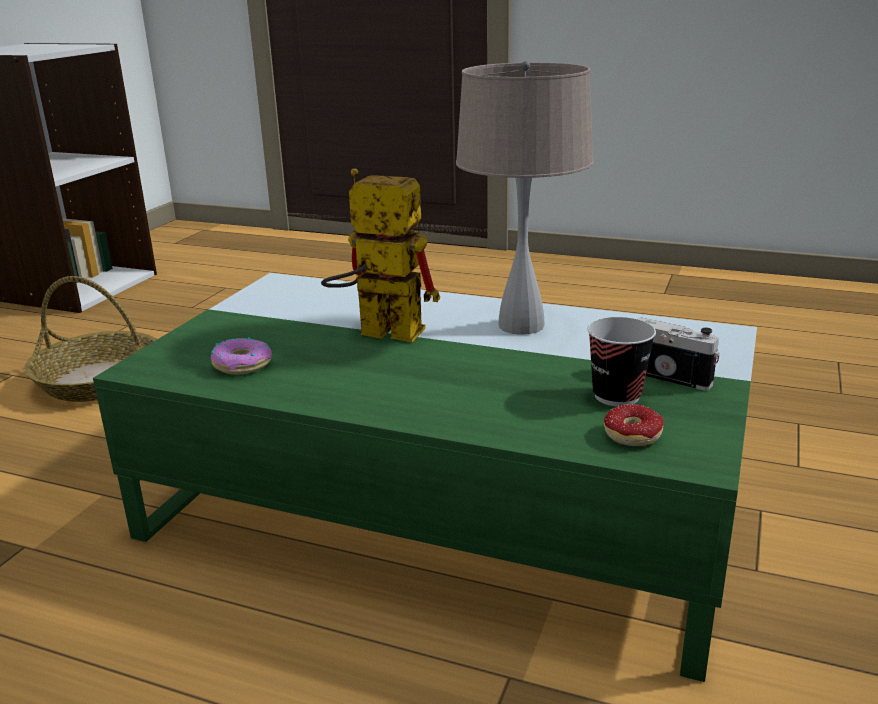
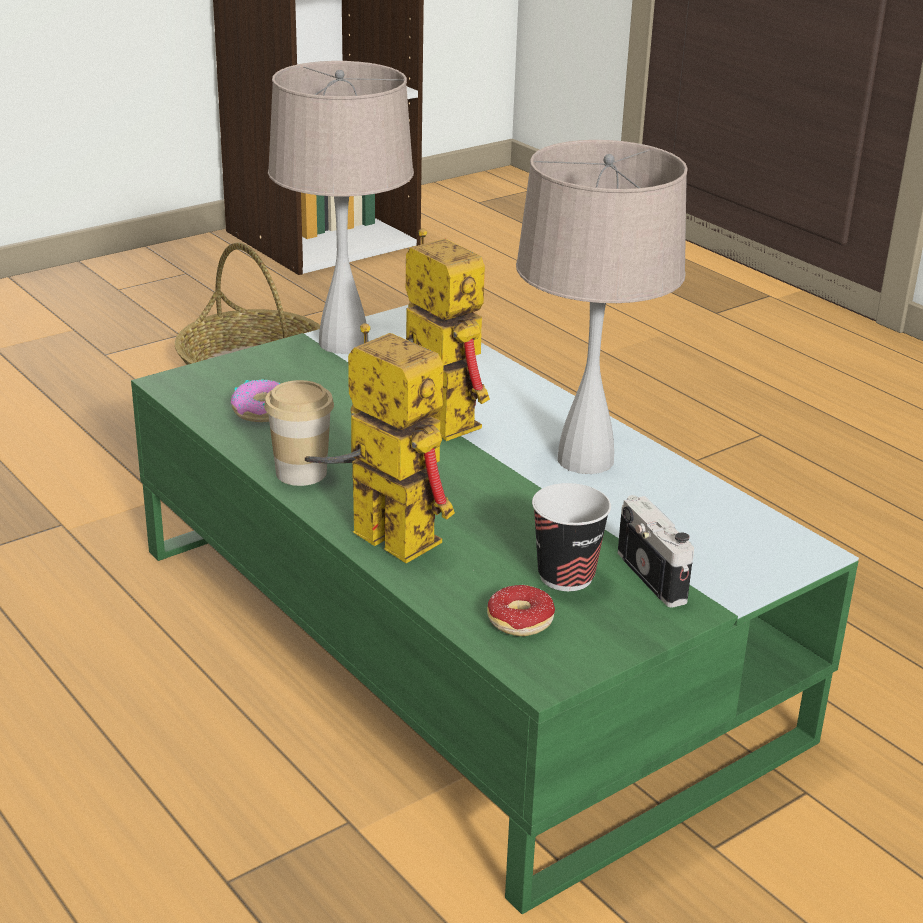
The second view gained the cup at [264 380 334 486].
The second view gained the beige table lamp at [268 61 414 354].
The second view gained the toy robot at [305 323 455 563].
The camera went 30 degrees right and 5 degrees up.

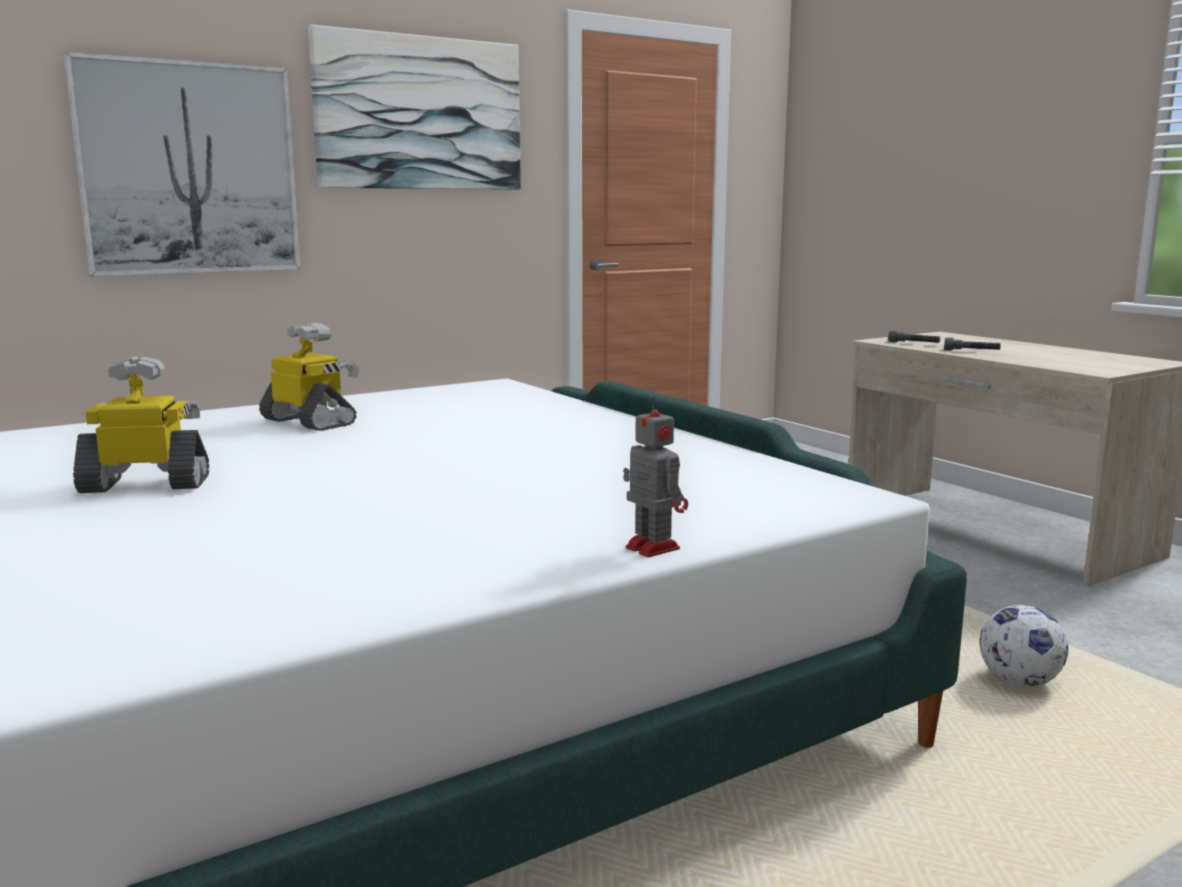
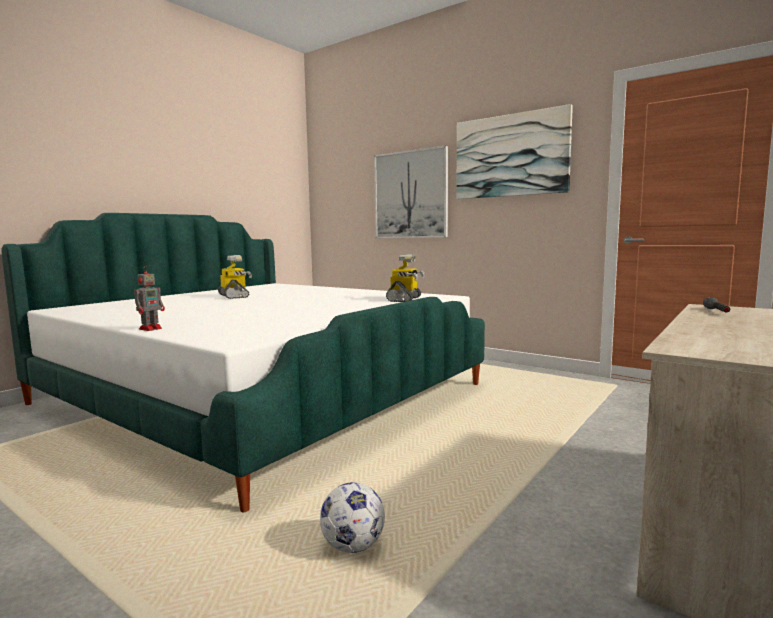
The second view lost the grey flashlight at [944 338 1001 351].
The toy robot ended up elsewhere, having gone from [259 322 359 431] to [386 254 425 302].
The camera went 70 degrees right and 5 degrees down.

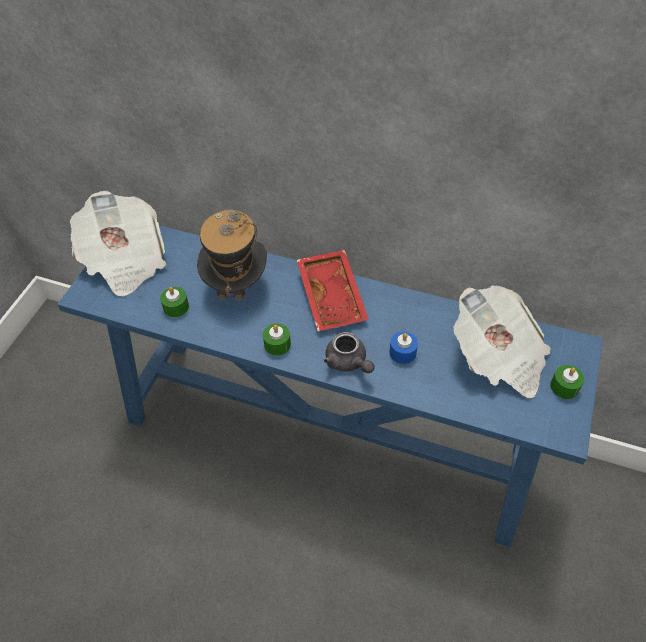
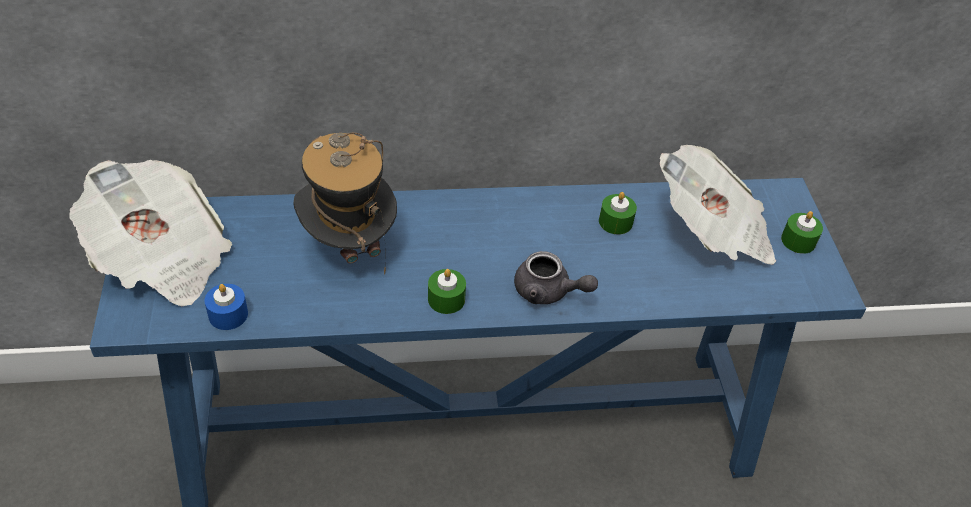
The second view lost the red tray at [297 250 369 331].
The green candle ended up elsewhere, having gone from [160 287 189 317] to [599 192 637 235].
The blue candle ended up elsewhere, having gone from [389 331 418 364] to [204 284 248 330].
The camera went 30 degrees left and 5 degrees down.

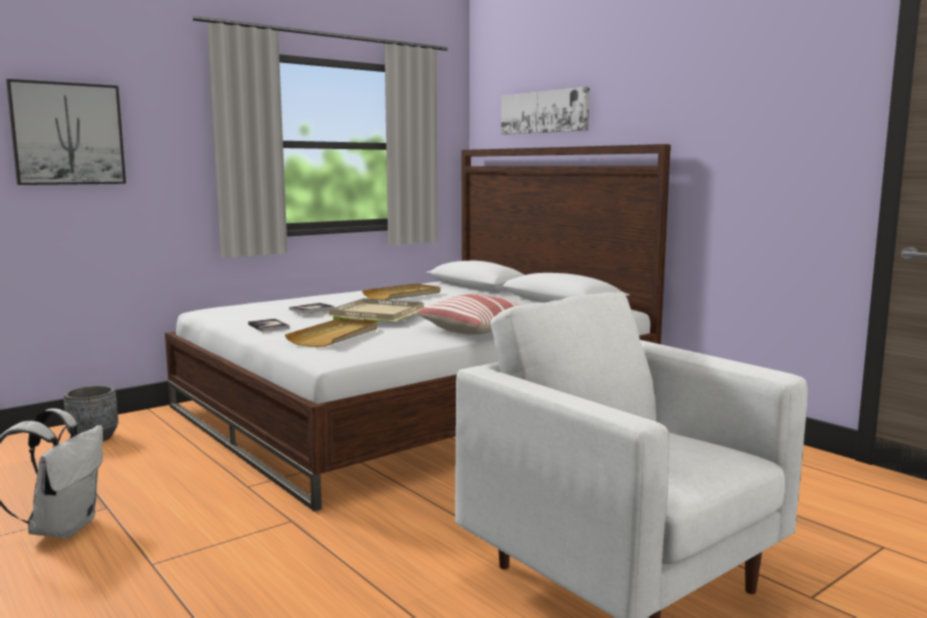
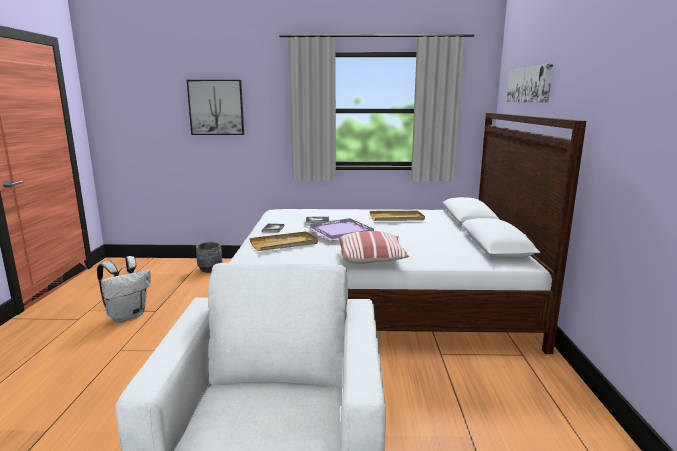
What was the beige tray at [322 298 425 322] turned into the purple tray at [307 218 374 241].
The camera went 40 degrees right and 5 degrees up.

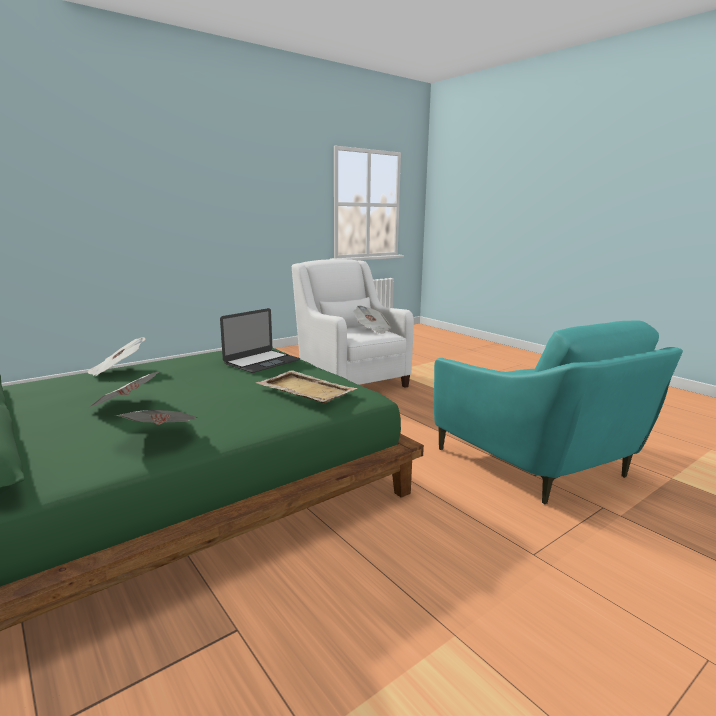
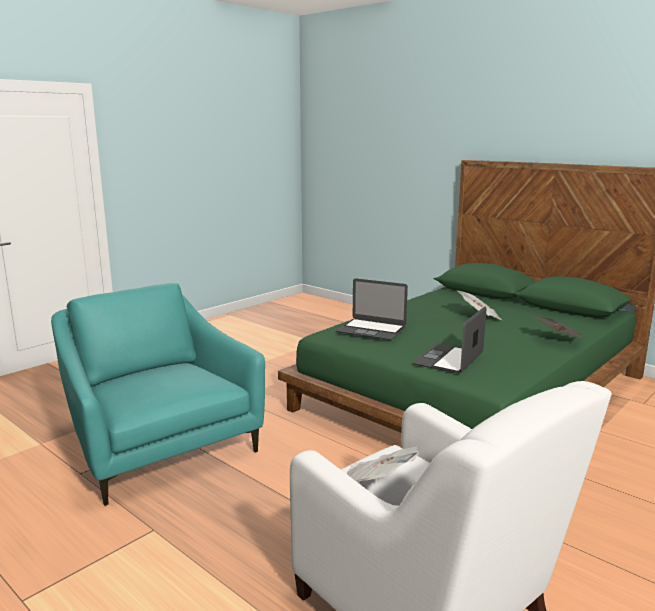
The second view lost the newspaper at [115 410 198 425].
Where the beige tray stood at [256 370 357 403], the laptop came to stand at [336 278 408 340].
The camera went 170 degrees right and 0 degrees up.

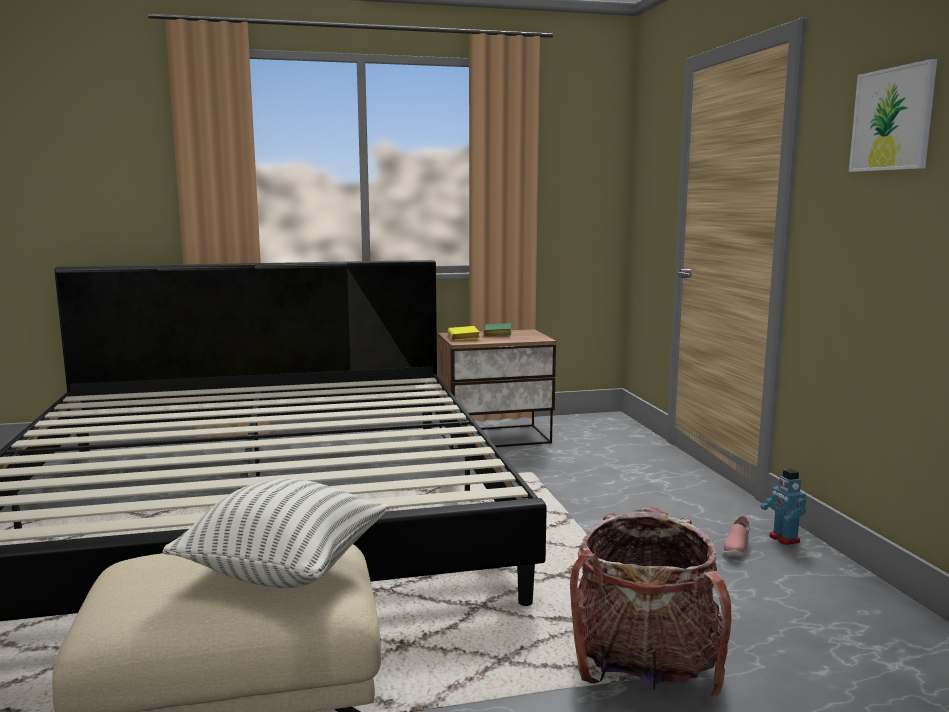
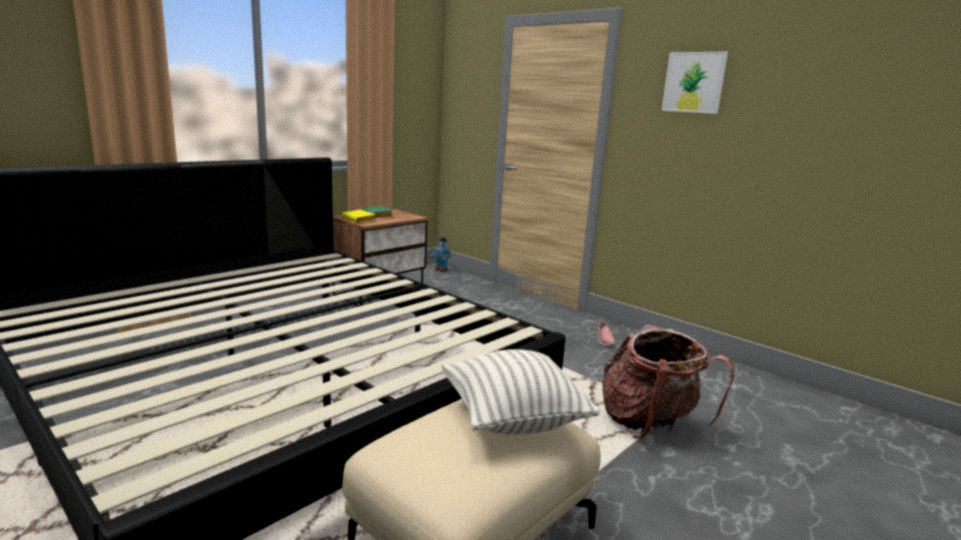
The toy robot ended up elsewhere, having gone from [760 469 806 545] to [430 237 450 272].
The camera went 35 degrees left and 5 degrees up.

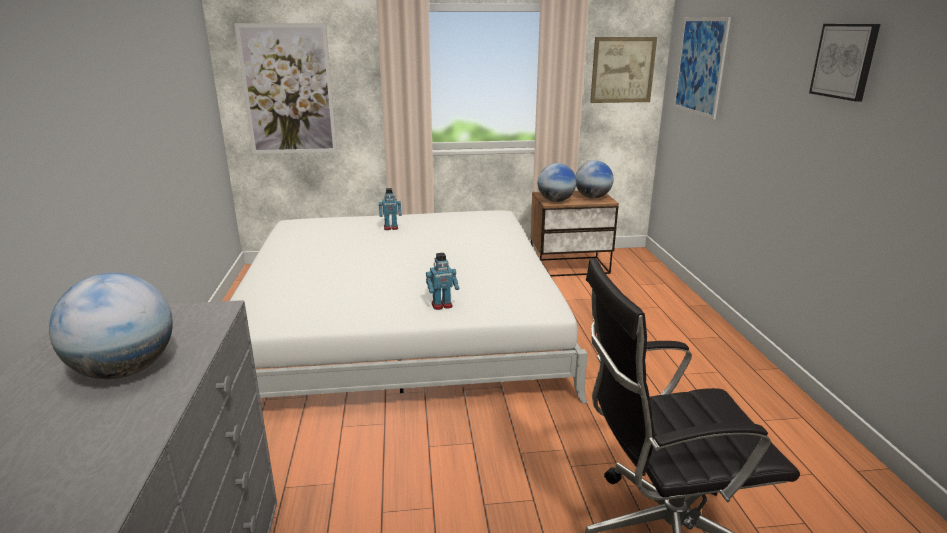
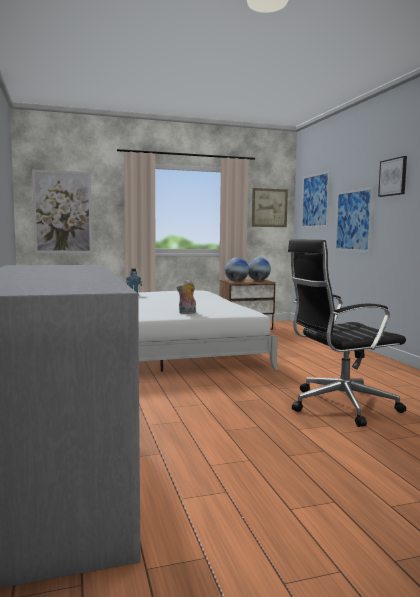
The second view lost the globe at [49 273 173 379].
The second view gained the picture at [335 187 374 252].
Where the toy robot stood at [426 253 459 310], the plush toy came to stand at [176 279 196 314].
The camera went 10 degrees left and 15 degrees down.

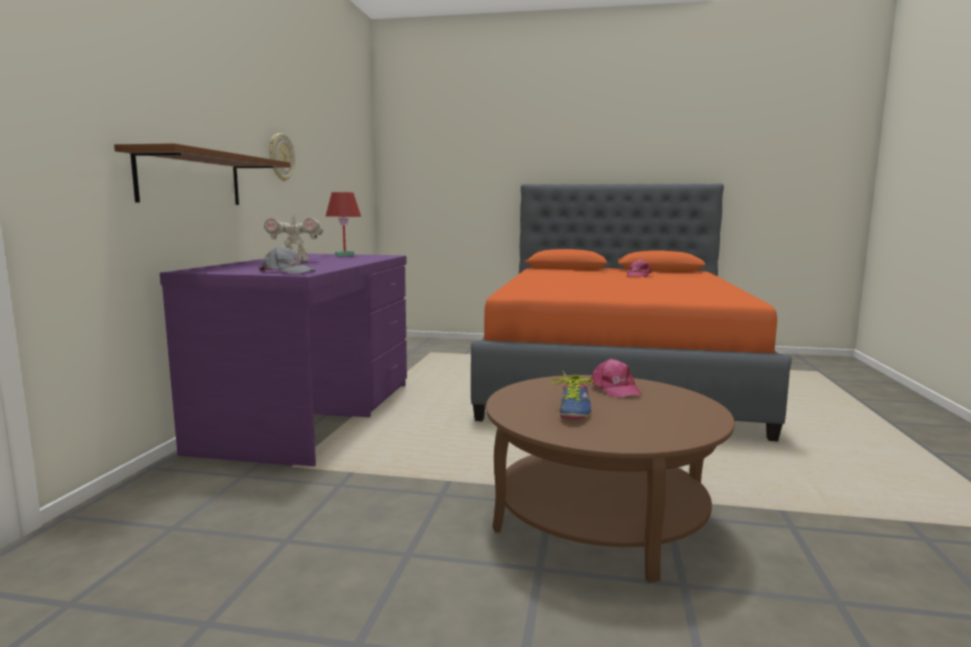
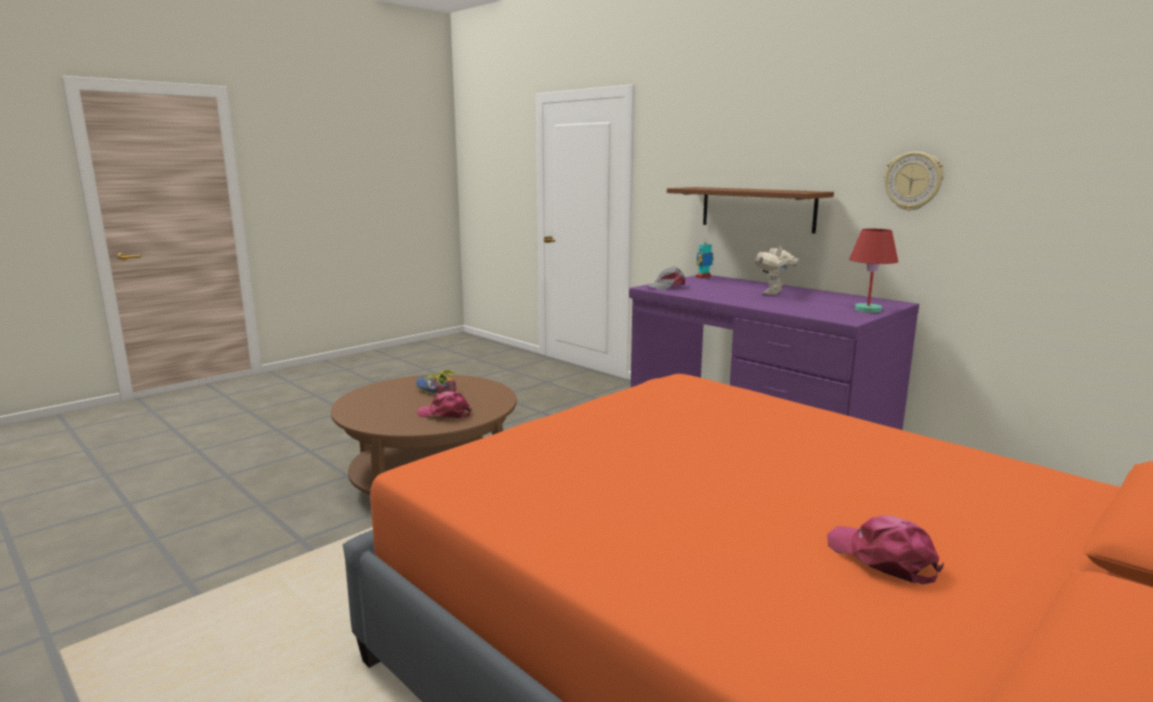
The second view gained the toy robot at [696 238 714 278].
The camera went 125 degrees right and 5 degrees up.

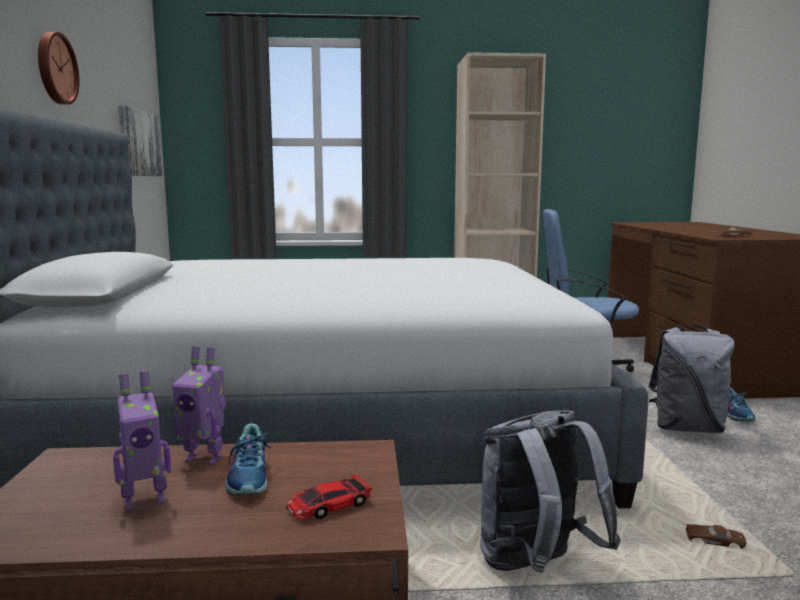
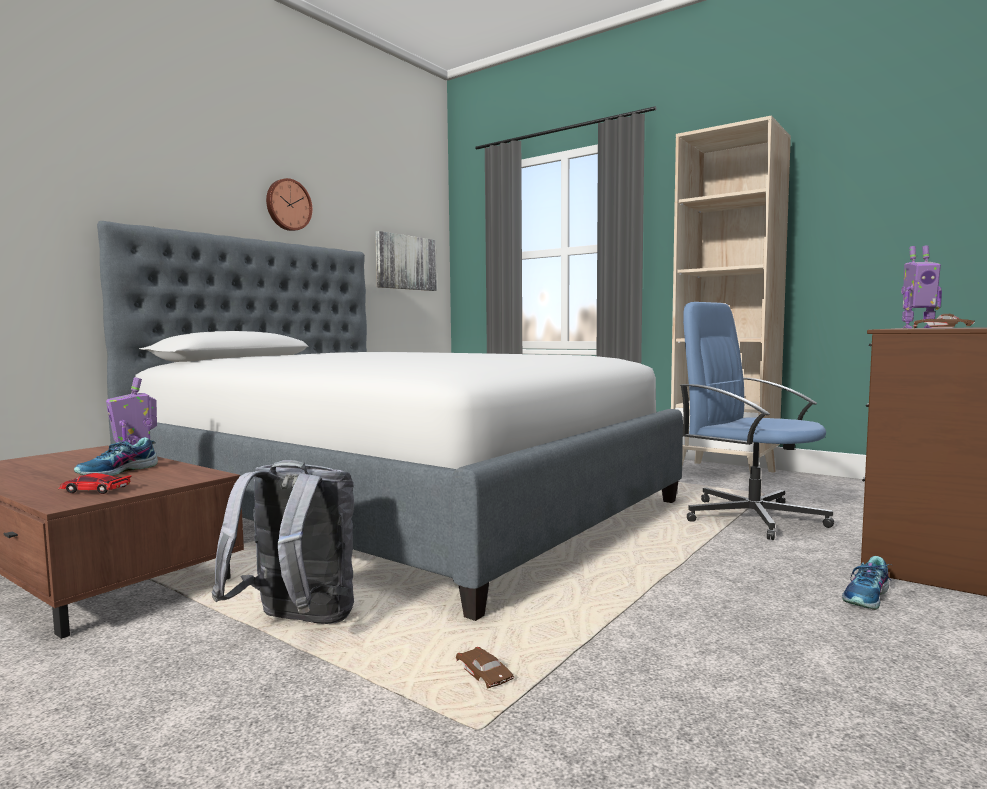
The second view lost the grey backpack at [648 325 735 433].
The toy robot ended up elsewhere, having gone from [113 371 171 510] to [901 245 942 328].
The camera went 40 degrees right and 5 degrees down.

